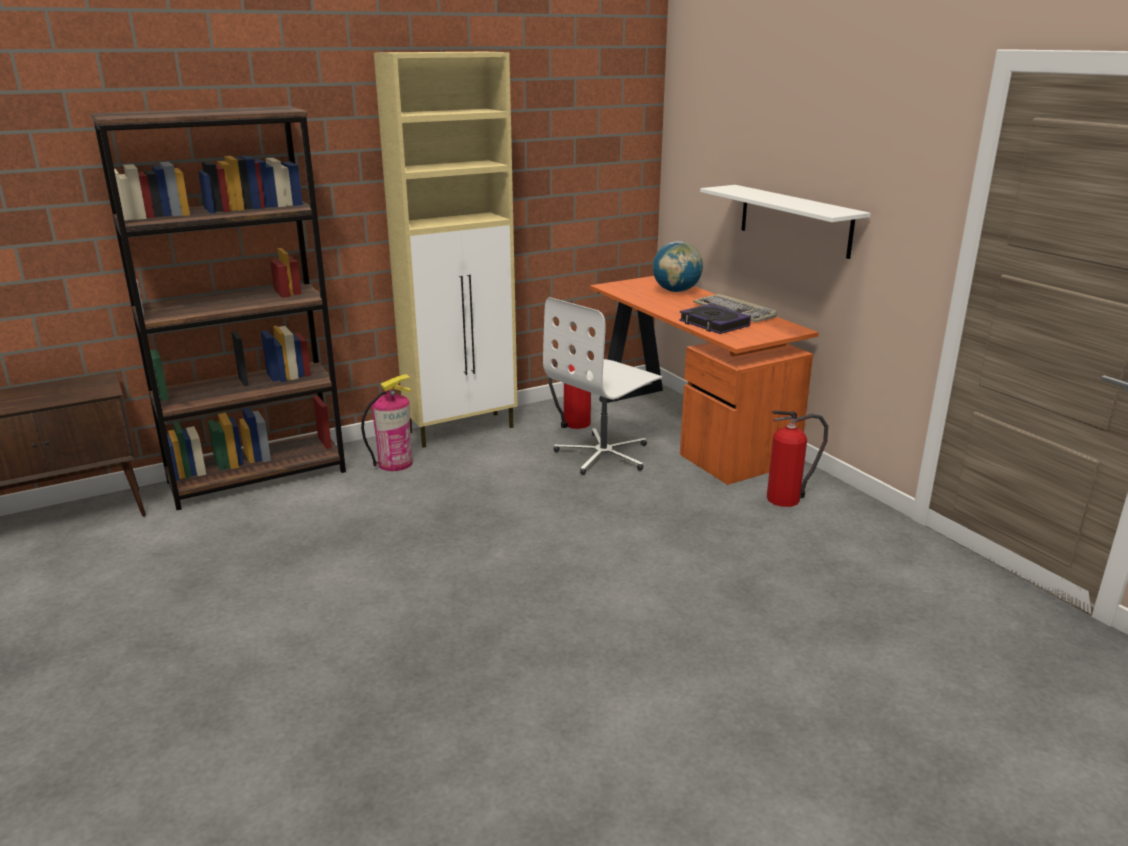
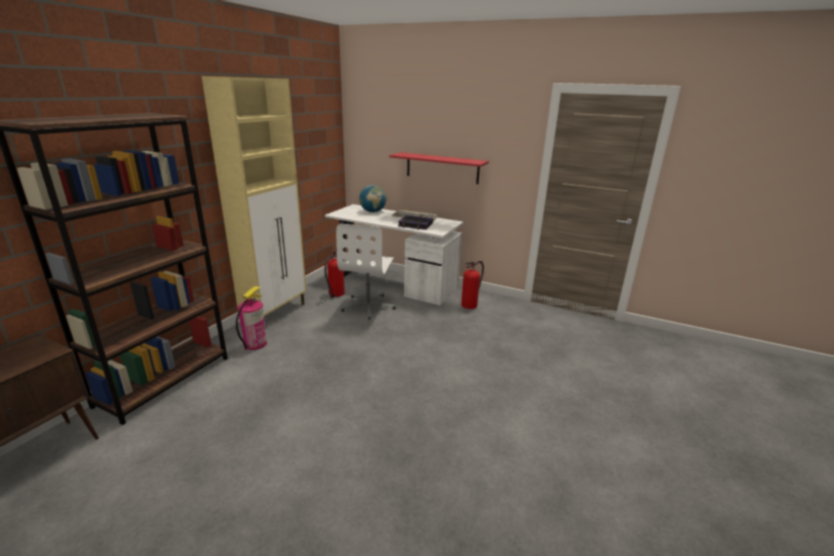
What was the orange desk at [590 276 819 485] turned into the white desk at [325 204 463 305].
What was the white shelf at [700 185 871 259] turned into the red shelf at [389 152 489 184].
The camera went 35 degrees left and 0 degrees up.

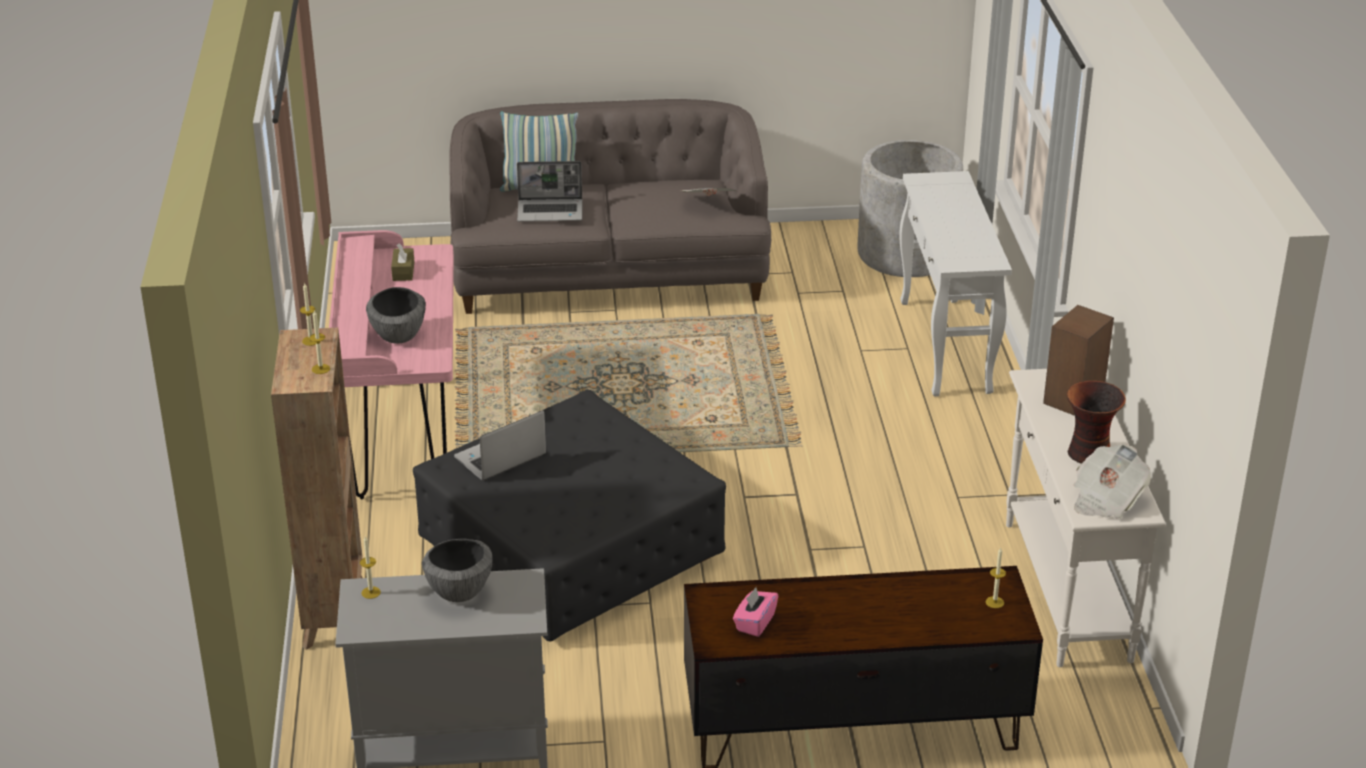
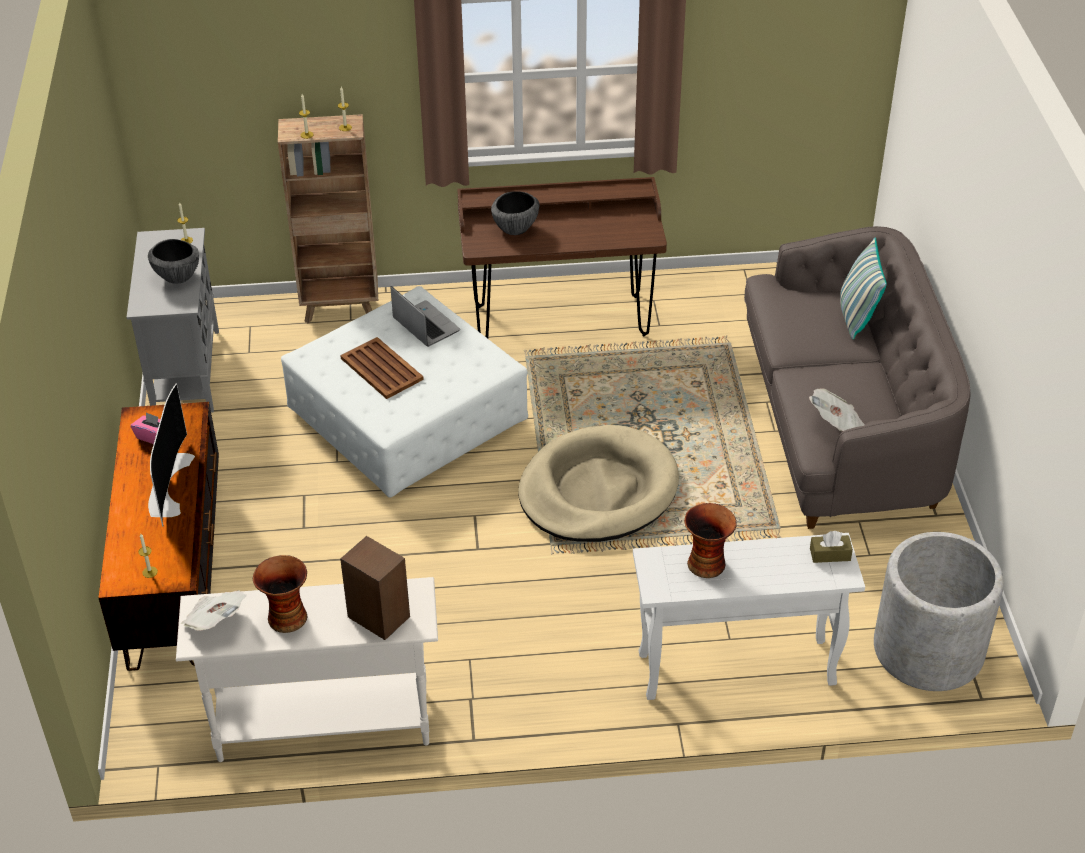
The second view lost the laptop at [517 161 583 222].
The second view gained the television at [148 384 195 527].
The second view gained the brown tray at [340 337 424 399].
The second view gained the beige dog bed at [518 425 679 542].
The second view gained the vase at [684 503 737 578].
The brown tissue box ended up elsewhere, having gone from [391 243 414 281] to [810 531 853 563].
What was the pink desk at [329 230 454 499] turned into the brown desk at [457 177 667 338].
What was the black ottoman at [413 390 726 642] turned into the white ottoman at [281 286 528 497].
The camera went 90 degrees right and 10 degrees up.

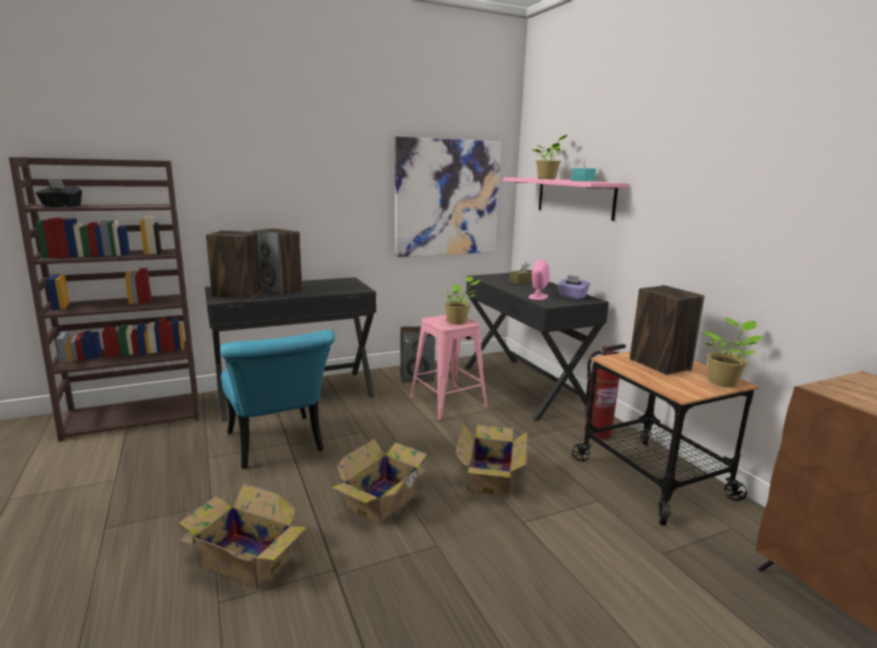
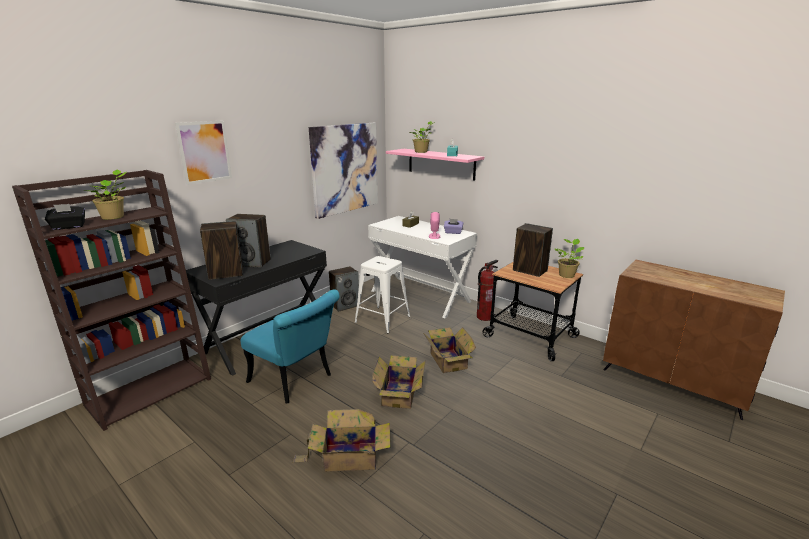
The second view gained the picture at [175 120 232 185].
The potted plant ended up elsewhere, having gone from [440 276 481 324] to [85 170 127 220].
What was the pink stool at [409 315 488 421] turned into the white stool at [355 256 410 333].
What was the black desk at [465 273 609 421] turned into the white desk at [368 216 477 319].
The camera went 25 degrees left and 5 degrees up.

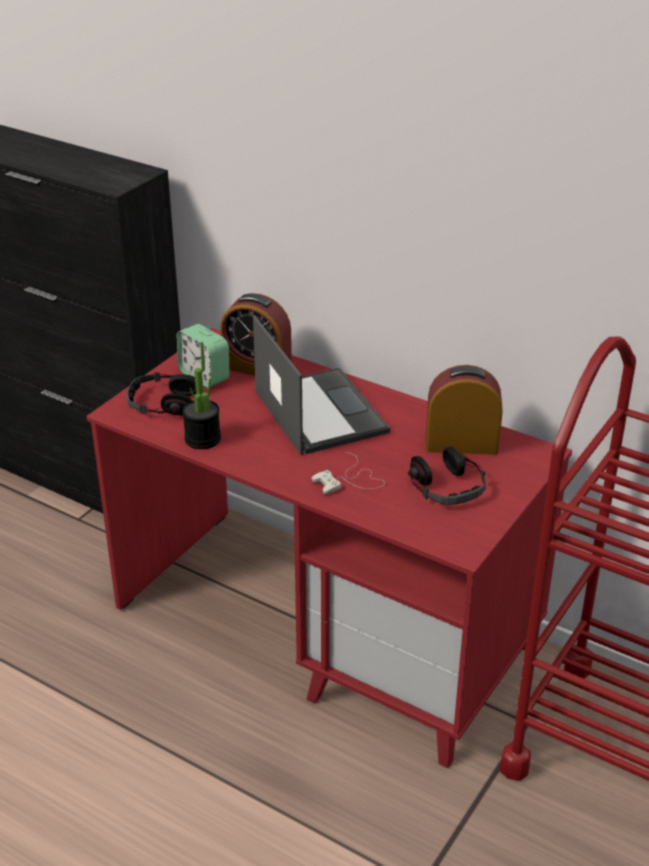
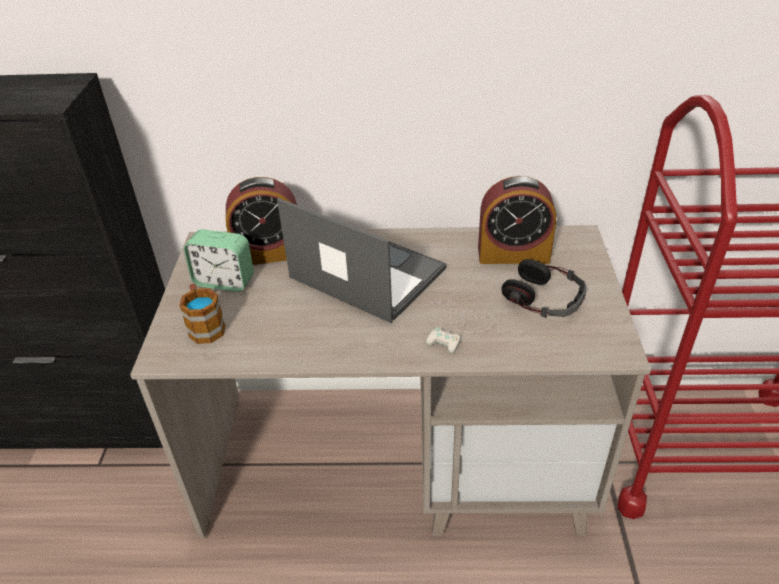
The second view lost the potted plant at [182 342 221 449].
Where the headphones stood at [126 372 196 415], the mug came to stand at [179 284 226 344].
What was the red desk at [87 328 572 768] turned into the beige desk at [130 225 651 538].
The alarm clock at [426 365 503 455] ended up facing another way, 150 degrees counterclockwise from before.
The camera went 30 degrees left and 5 degrees up.

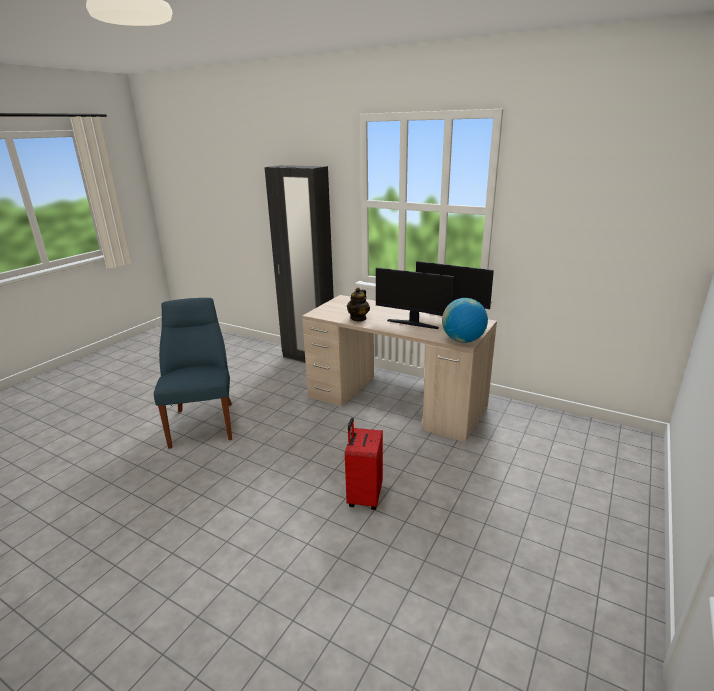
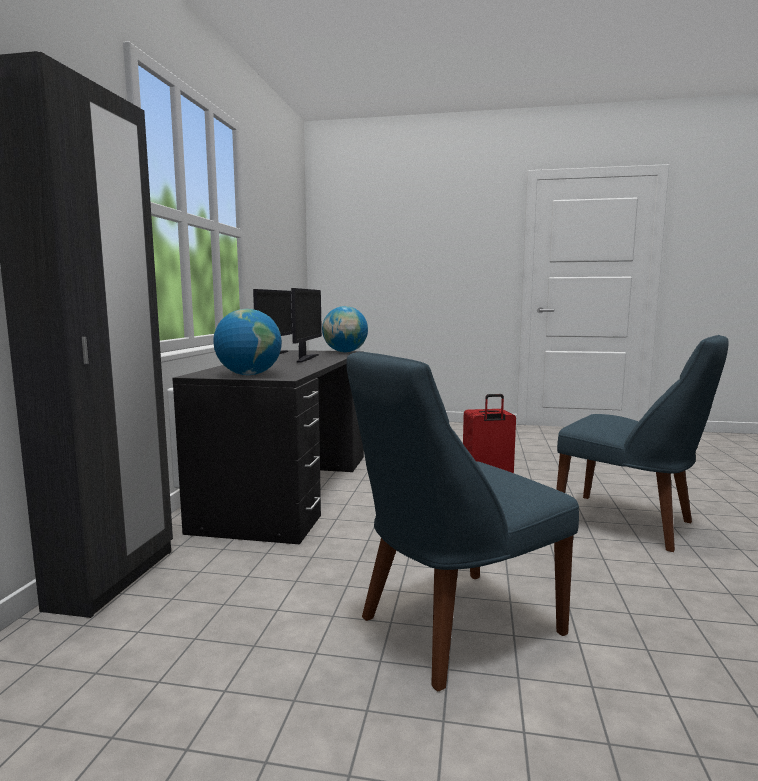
The second view lost the teapot at [347 288 370 321].
The second view gained the globe at [213 309 282 375].
The second view gained the blue chair at [556 335 729 552].
What was the beige desk at [302 295 497 442] turned into the black desk at [172 350 364 544].
The camera went 110 degrees left and 15 degrees down.

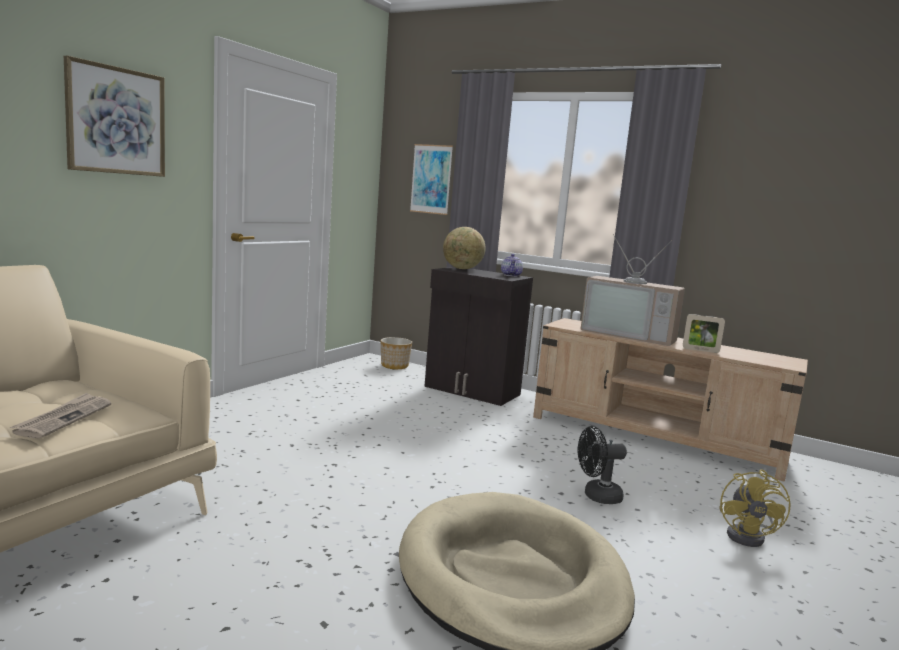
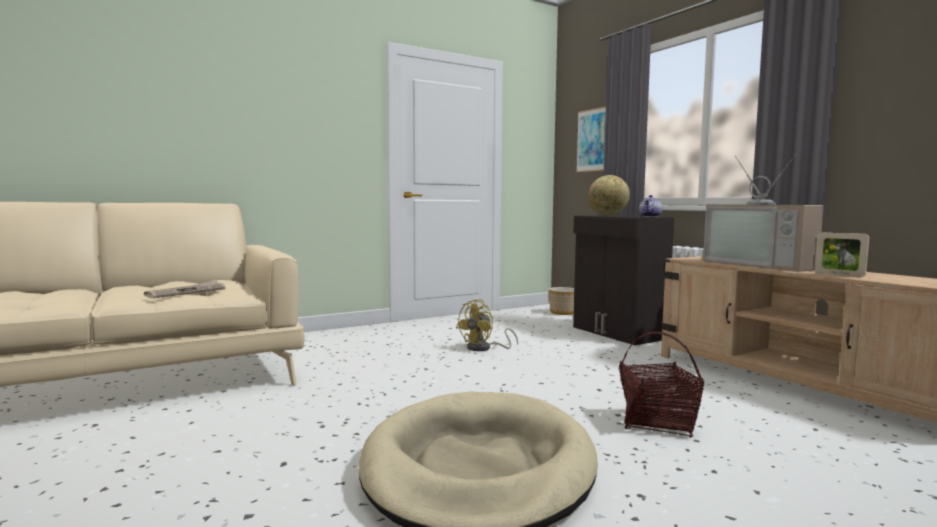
The second view lost the picture at [64 56 165 177].
The yellow fan ended up elsewhere, having gone from [720 469 791 547] to [456 299 518 351].
Where the black fan stood at [578 426 627 504], the basket came to stand at [619 332 705 438].
The camera went 30 degrees right and 5 degrees down.

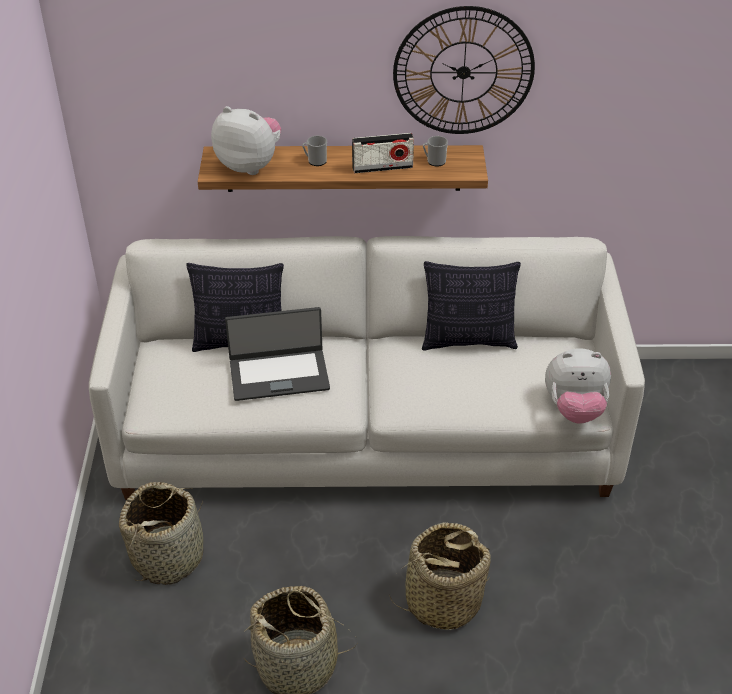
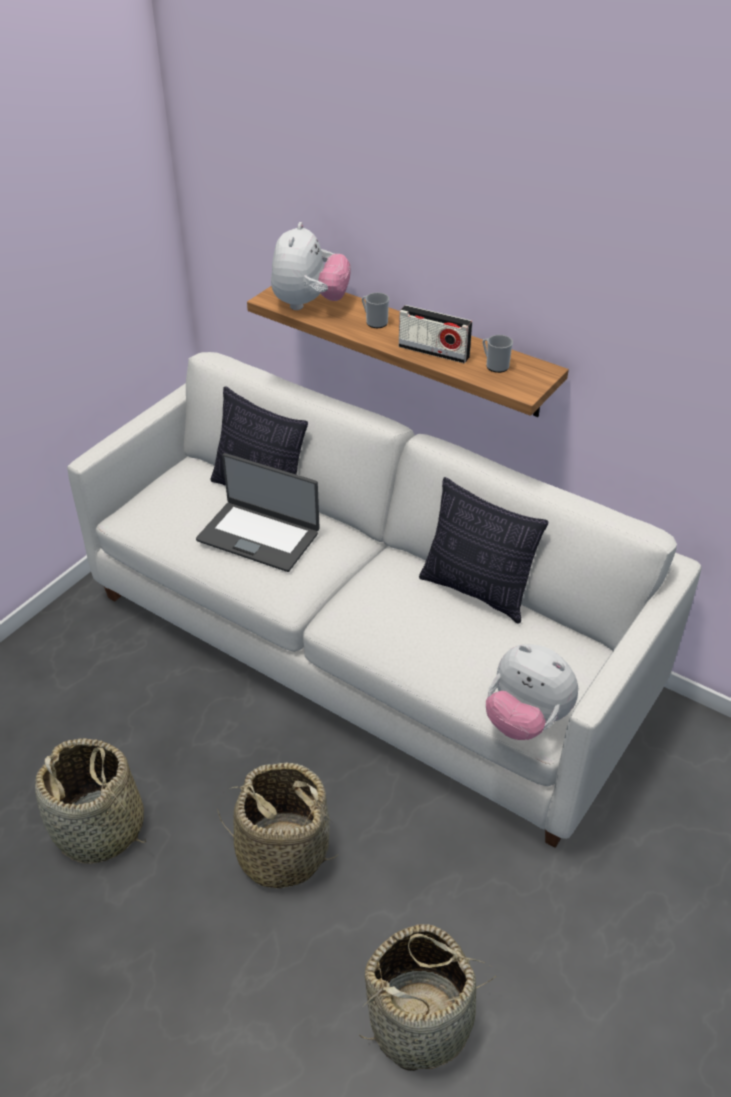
The second view lost the wall clock at [393 6 535 134].
The basket ended up elsewhere, having gone from [119 482 203 585] to [358 924 496 1071].
The plush toy at [211 106 281 175] ended up facing another way, 45 degrees clockwise from before.
The camera went 35 degrees right and 0 degrees up.

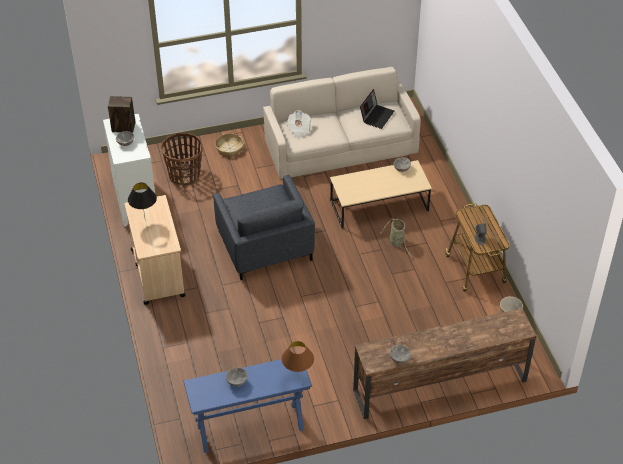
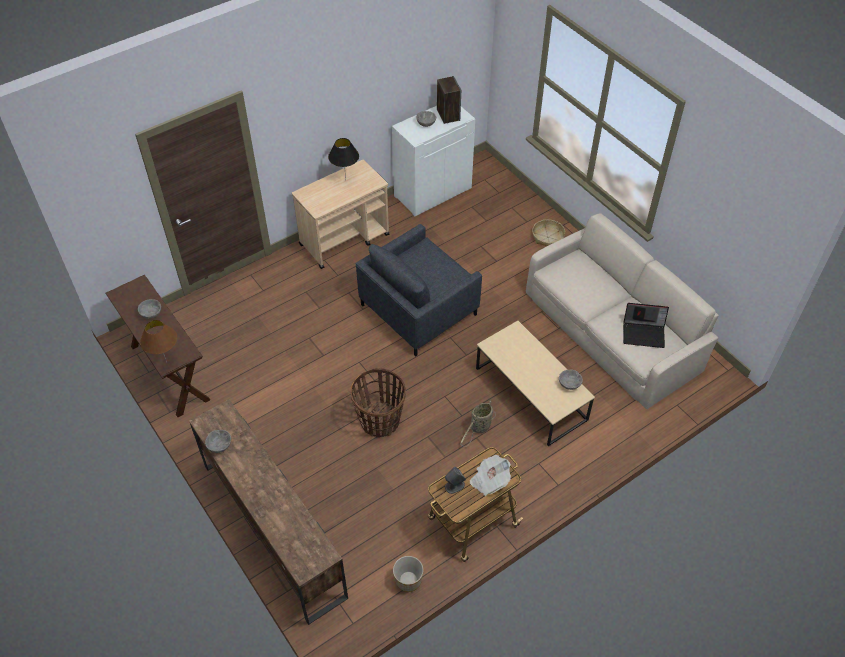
The basket ended up elsewhere, having gone from [161 133 203 185] to [350 368 406 437].
The newspaper ended up elsewhere, having gone from [287 110 311 139] to [470 455 511 496].
What was the blue console table at [183 359 312 453] turned into the brown console table at [105 275 210 417].
The camera went 70 degrees right and 5 degrees up.

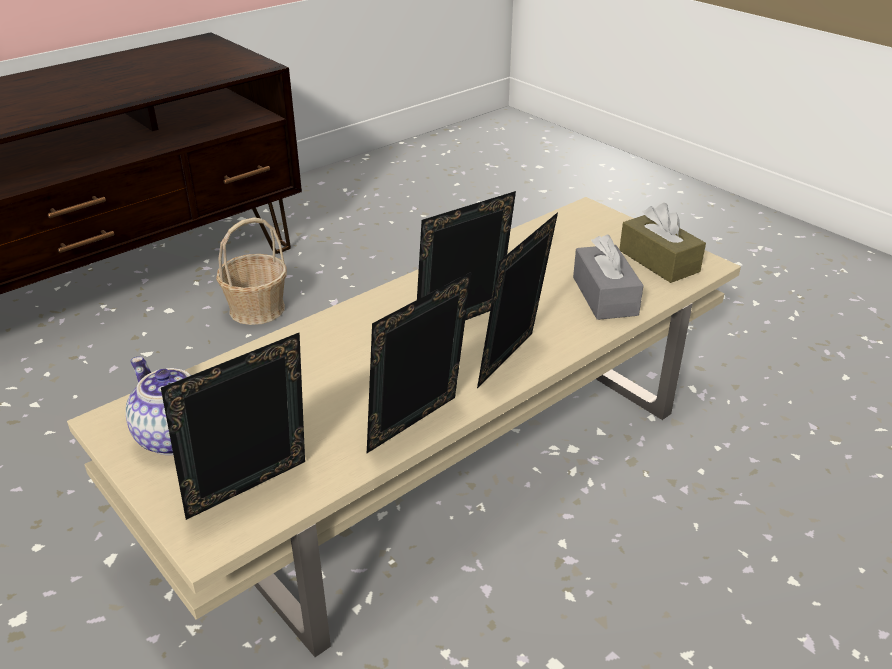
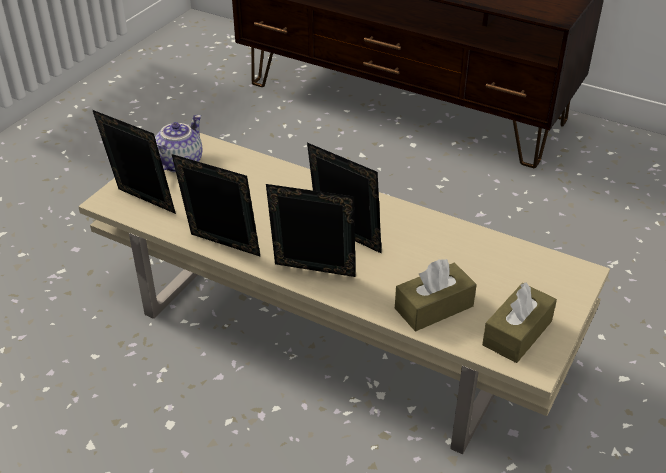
The second view lost the basket at [216 217 287 325].
What was the grey tissue box at [573 234 644 320] turned into the brown tissue box at [395 259 477 331].
The camera went 70 degrees right and 5 degrees up.

